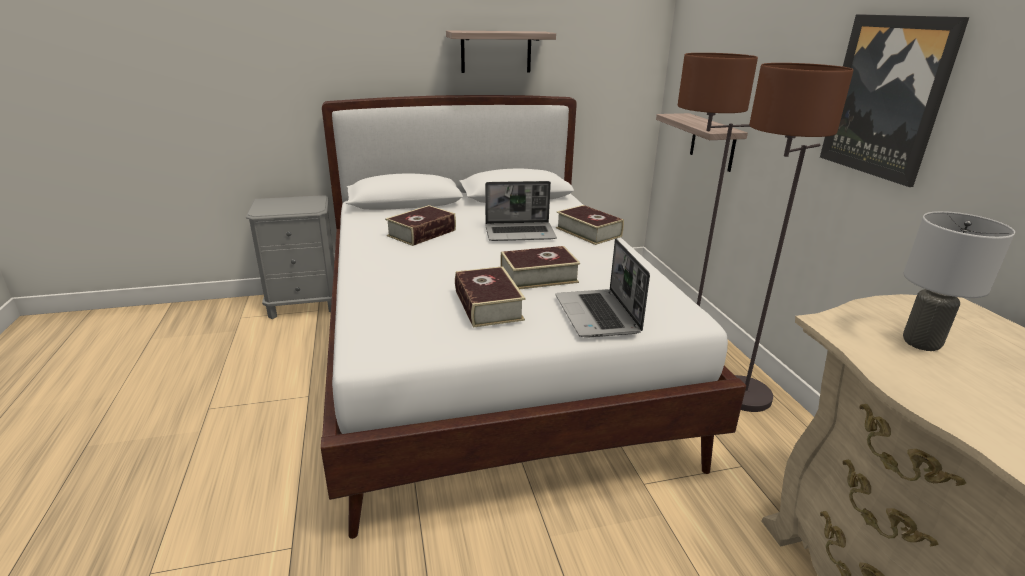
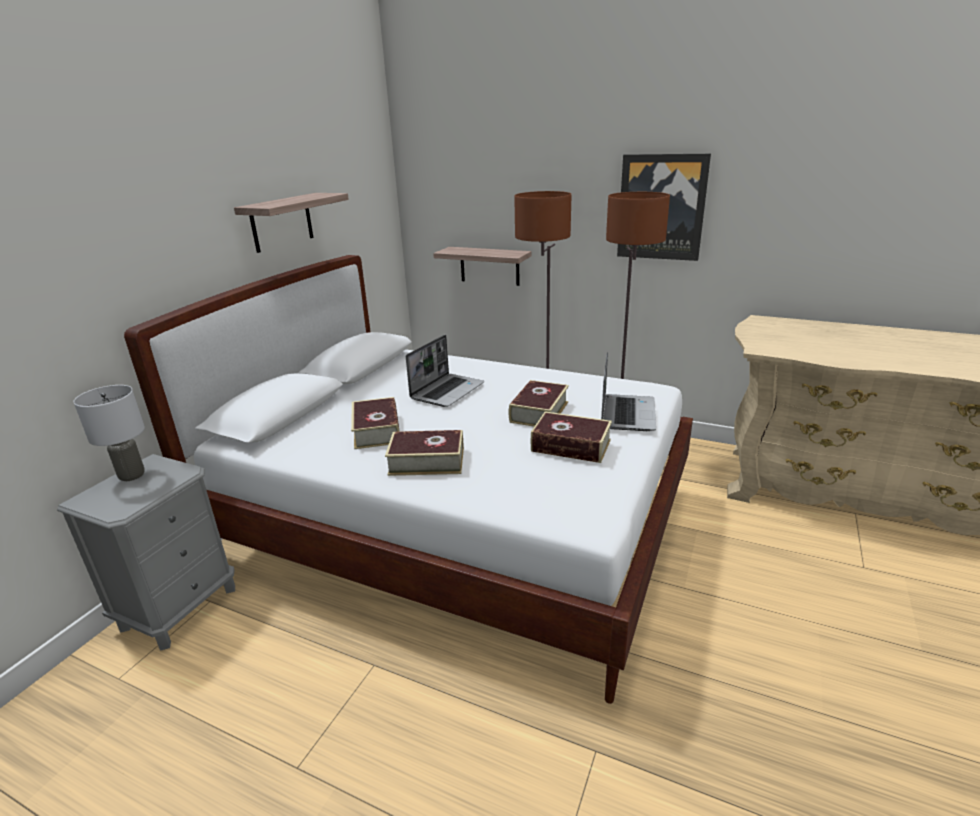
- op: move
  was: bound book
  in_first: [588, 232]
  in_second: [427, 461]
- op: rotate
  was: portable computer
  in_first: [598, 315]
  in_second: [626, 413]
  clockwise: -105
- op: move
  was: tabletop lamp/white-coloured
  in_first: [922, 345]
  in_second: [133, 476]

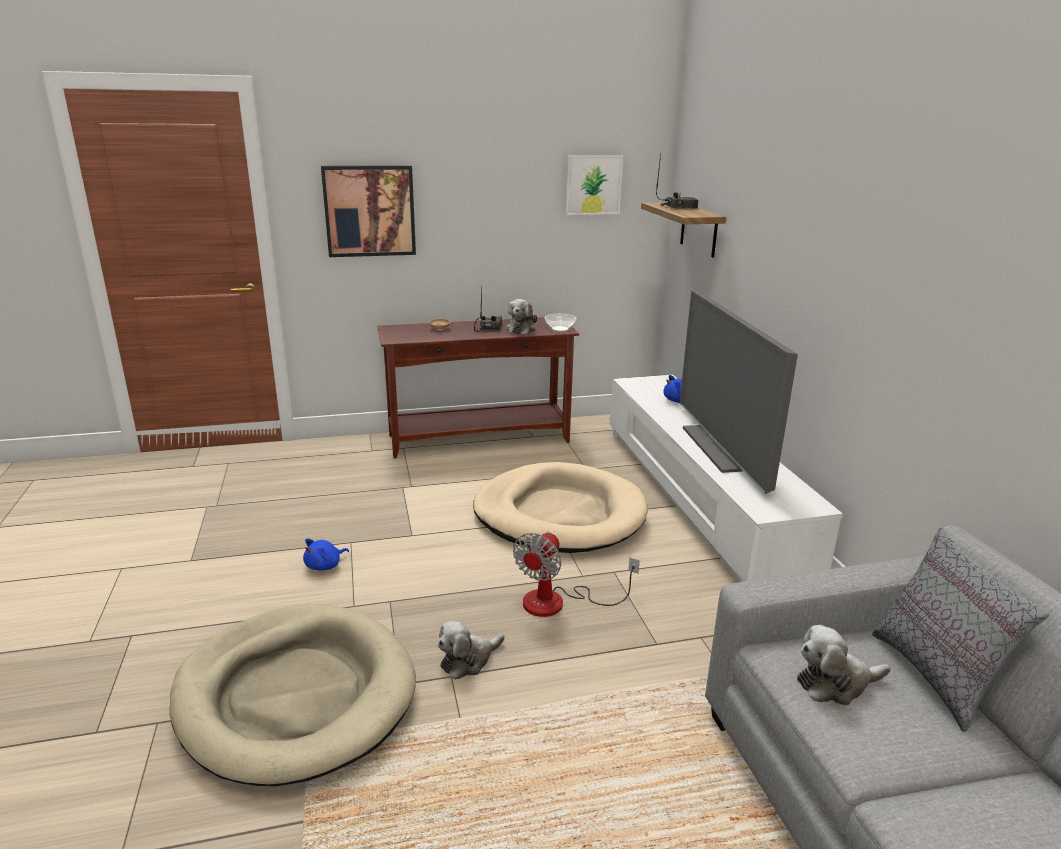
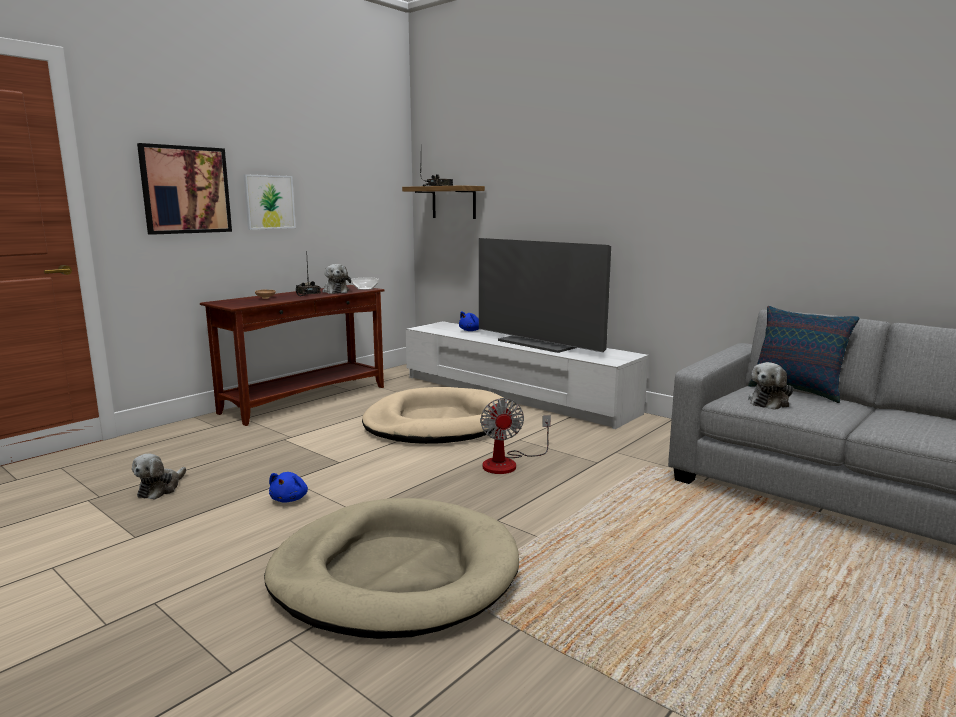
- op: move
  was: plush toy
  in_first: [468, 660]
  in_second: [160, 489]
- op: move
  was: wall art
  in_first: [593, 185]
  in_second: [269, 202]
- op: recolor
  was: throw pillow/gray
  now: throw pillow/bluish
  in_first: [933, 677]
  in_second: [796, 392]

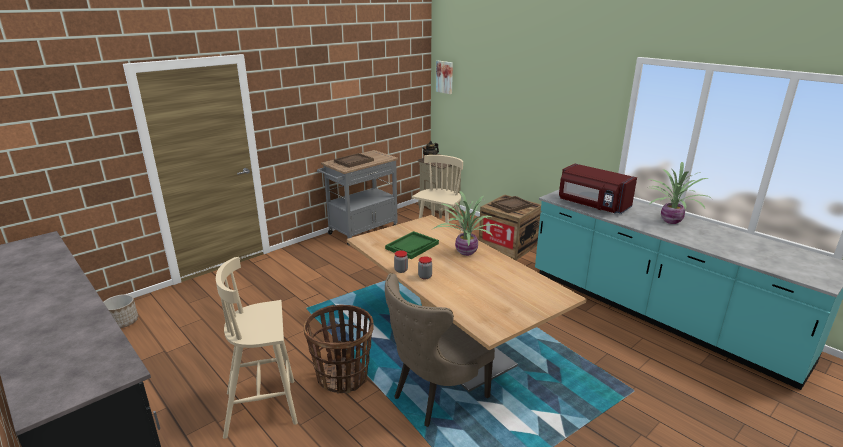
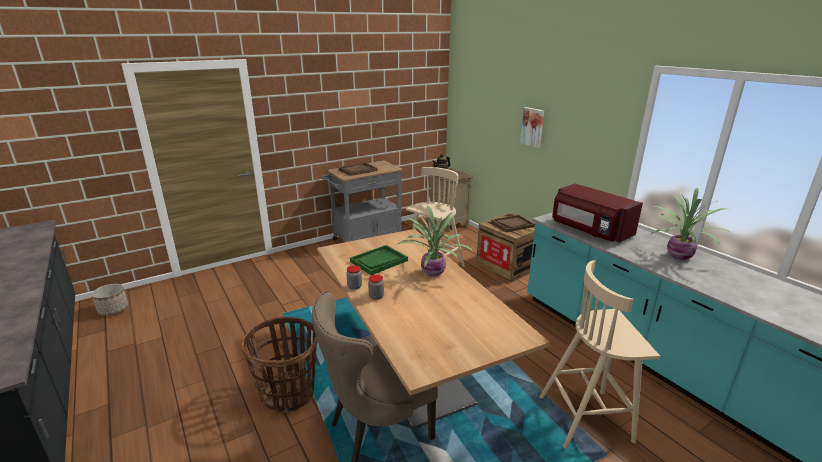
- op: move
  was: sitting stool/beige
  in_first: [264, 406]
  in_second: [588, 418]
- op: move
  was: wall art
  in_first: [445, 77]
  in_second: [533, 127]

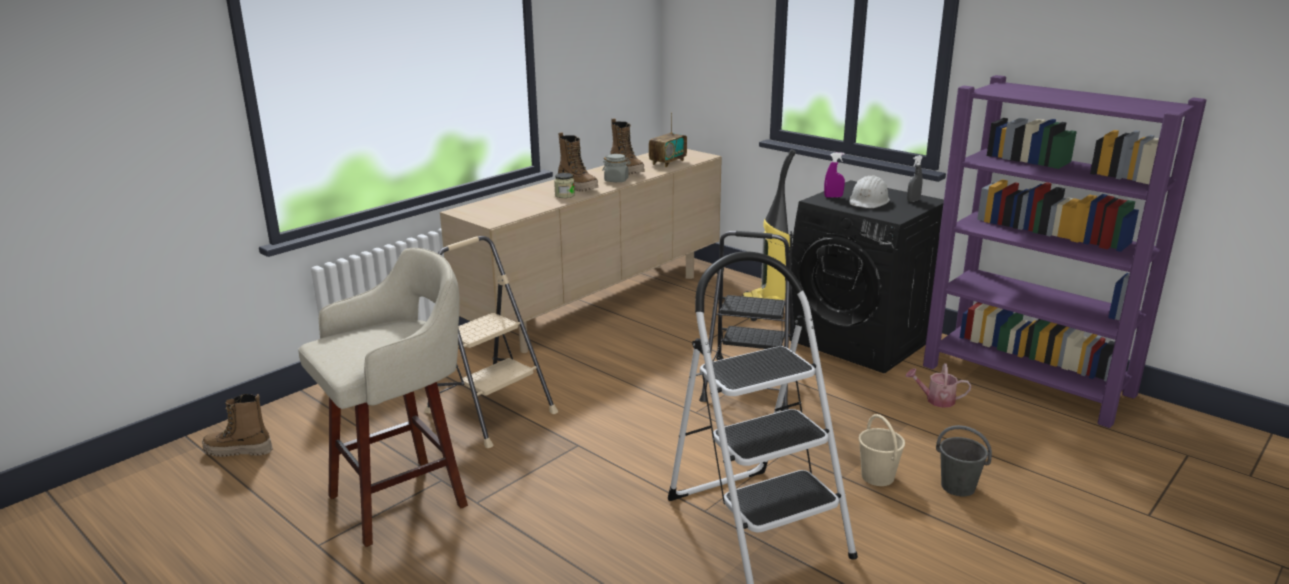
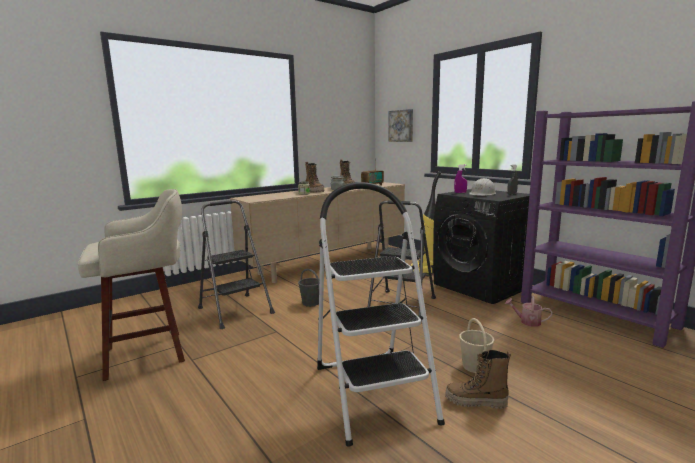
- op: move
  was: boot
  in_first: [238, 451]
  in_second: [476, 402]
- op: recolor
  was: step ladder/beige
  now: step ladder/black-coloured
  in_first: [489, 410]
  in_second: [235, 309]
- op: move
  was: water bucket/gray
  in_first: [957, 486]
  in_second: [310, 303]
- op: insert
  now: wall art
  in_second: [401, 126]

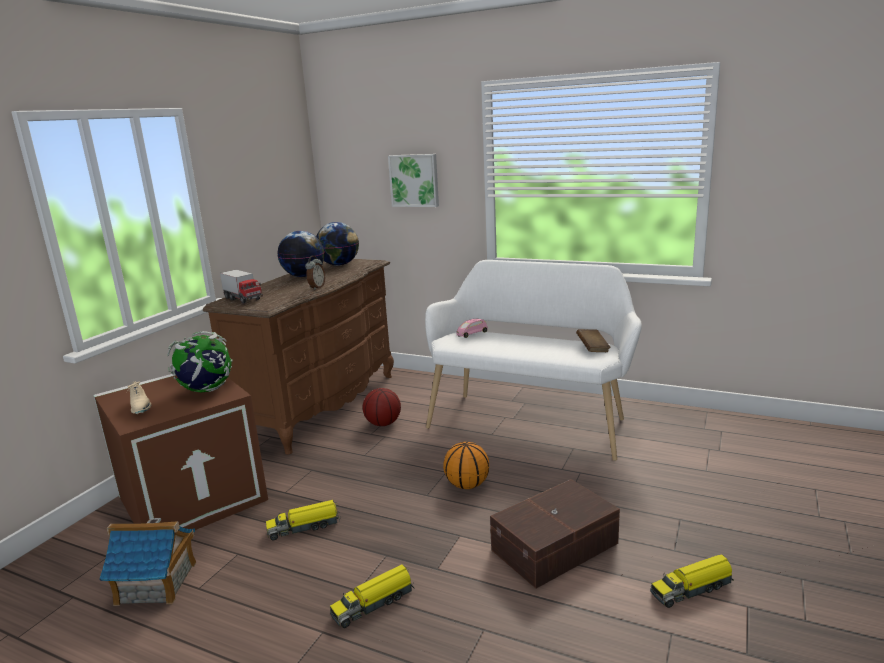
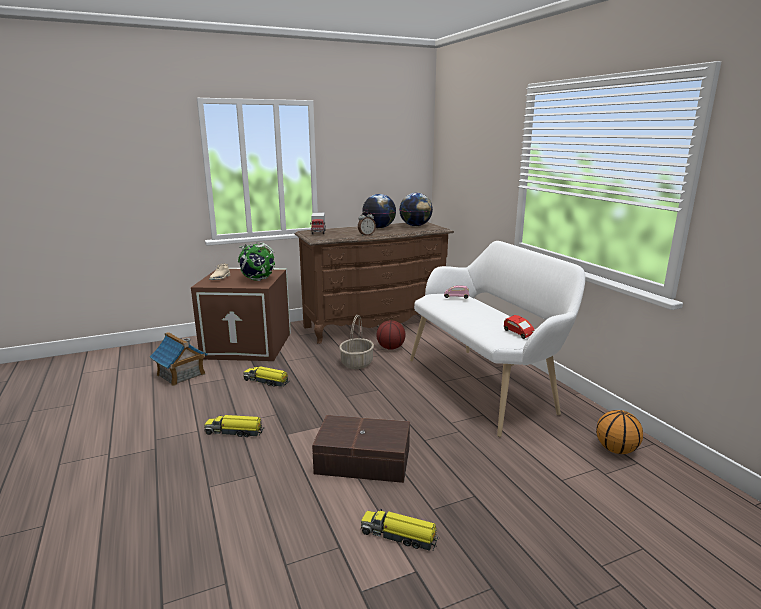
- op: delete
  was: wall art
  in_first: [414, 180]
- op: move
  was: basketball ball
  in_first: [467, 484]
  in_second: [616, 449]
- op: replace
  was: bound book/brown-coloured
  now: miniature car/red-coloured
  in_first: [592, 349]
  in_second: [518, 333]
- op: insert
  now: basket
  in_second: [356, 363]

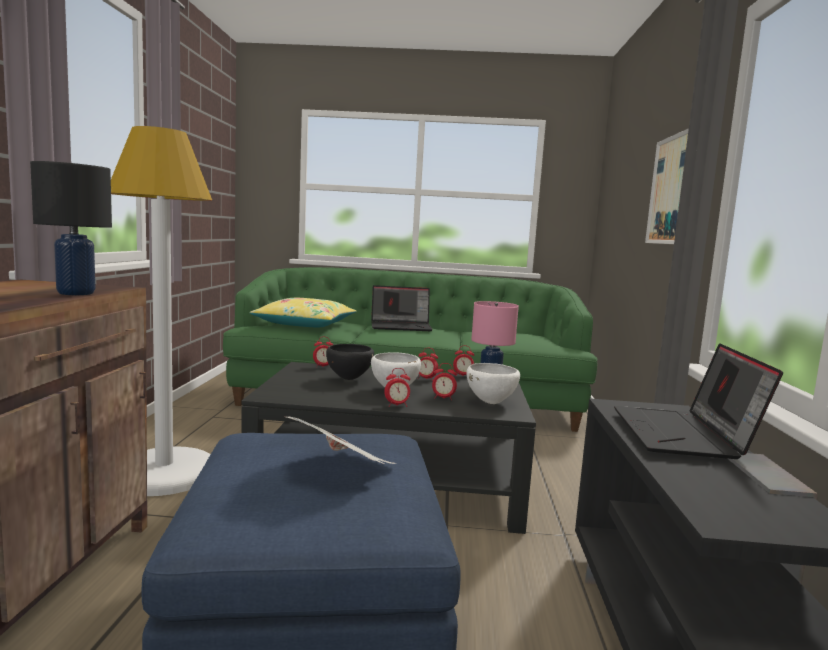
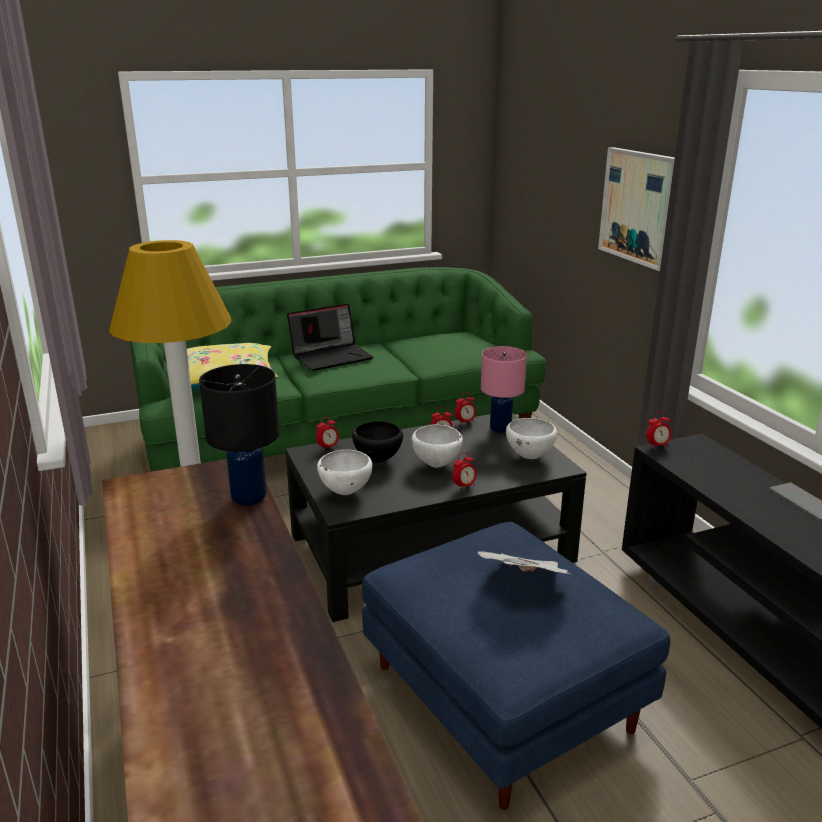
- op: move
  was: table clock
  in_first: [443, 398]
  in_second: [657, 446]
- op: delete
  was: portable computer
  in_first: [684, 435]
- op: insert
  now: bowl/white-coloured
  in_second: [345, 493]

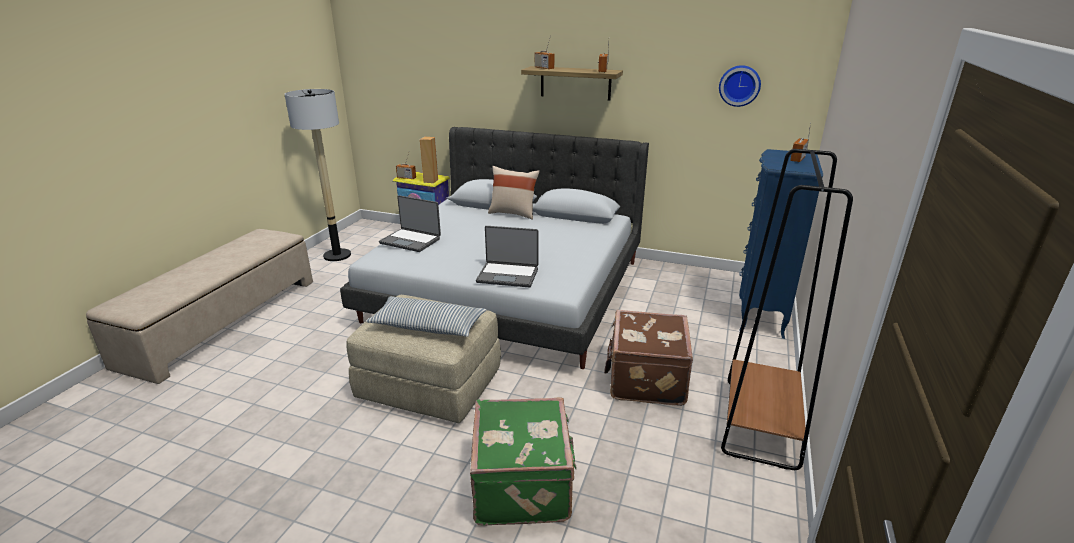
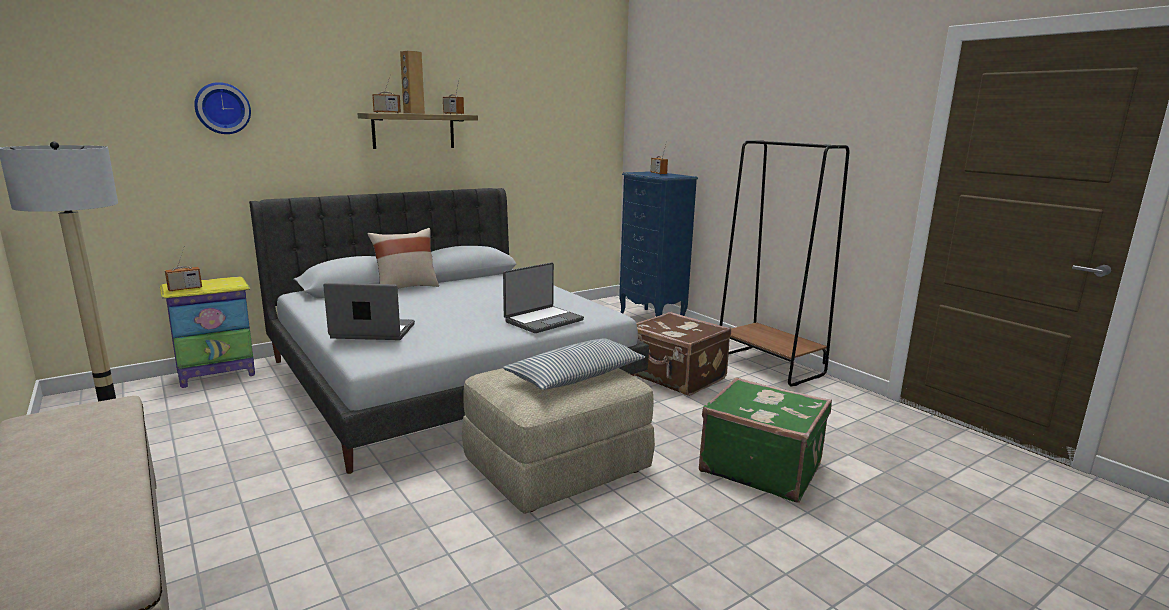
- op: rotate
  was: portable computer
  in_first: [411, 241]
  in_second: [372, 332]
  clockwise: -150
- op: move
  was: speaker/brown-coloured
  in_first: [430, 181]
  in_second: [413, 113]
- op: move
  was: clock on the wall
  in_first: [739, 85]
  in_second: [222, 108]

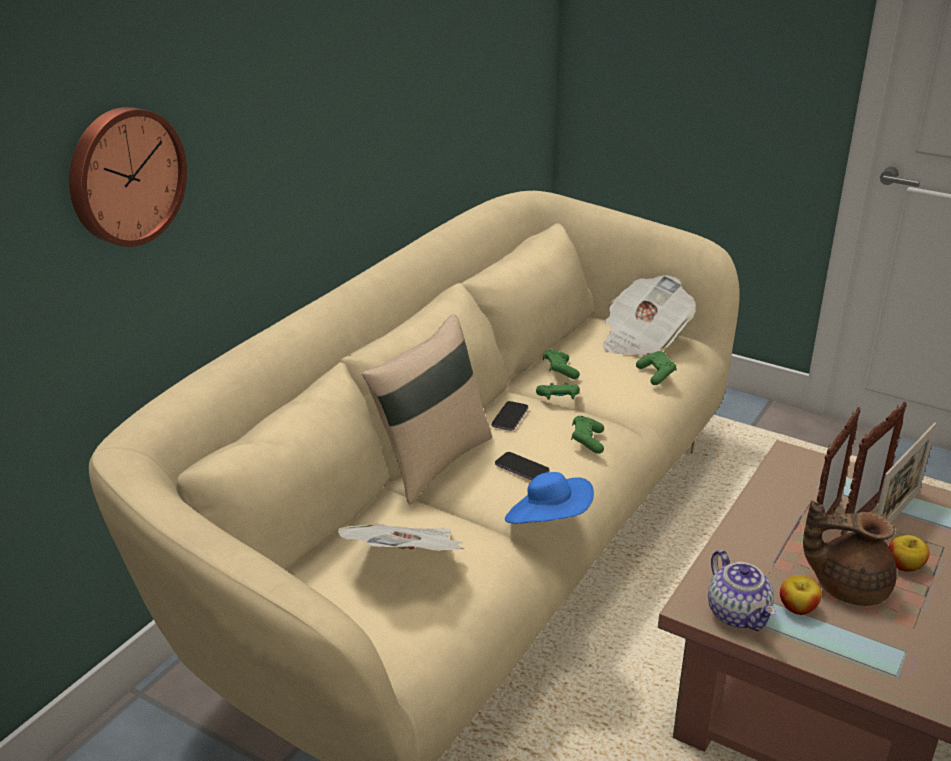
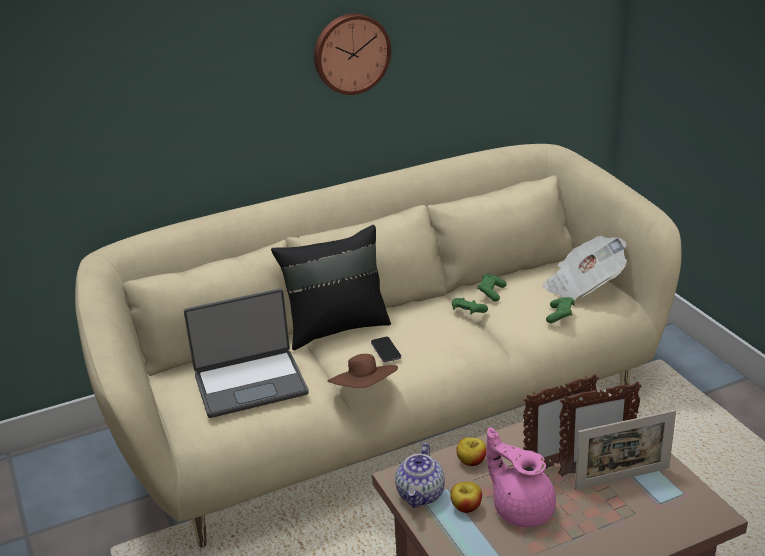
- op: move
  was: clock on the wall
  in_first: [124, 176]
  in_second: [351, 53]
- op: replace
  was: daily paper
  now: portable computer
  in_first: [407, 563]
  in_second: [250, 383]
- op: recolor
  was: throw pillow/beige
  now: throw pillow/black-coloured
  in_first: [431, 461]
  in_second: [336, 328]
- op: delete
  was: handset
  in_first: [510, 417]
- op: recolor
  was: hat/bluish
  now: hat/brown-coloured
  in_first: [548, 521]
  in_second: [365, 390]
- op: delete
  was: joypad/green-coloured
  in_first: [587, 441]
- op: recolor
  was: teapot/brown-coloured
  now: teapot/pinkish
  in_first: [847, 586]
  in_second: [521, 508]
- op: move
  was: apple fruit
  in_first: [904, 566]
  in_second: [471, 461]

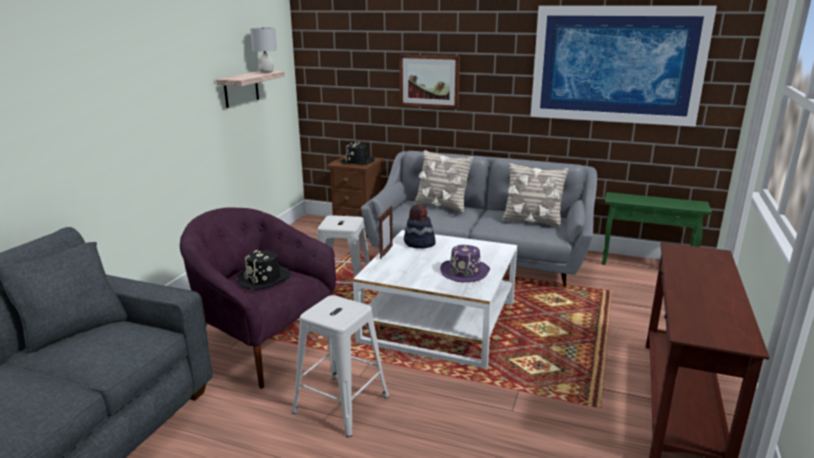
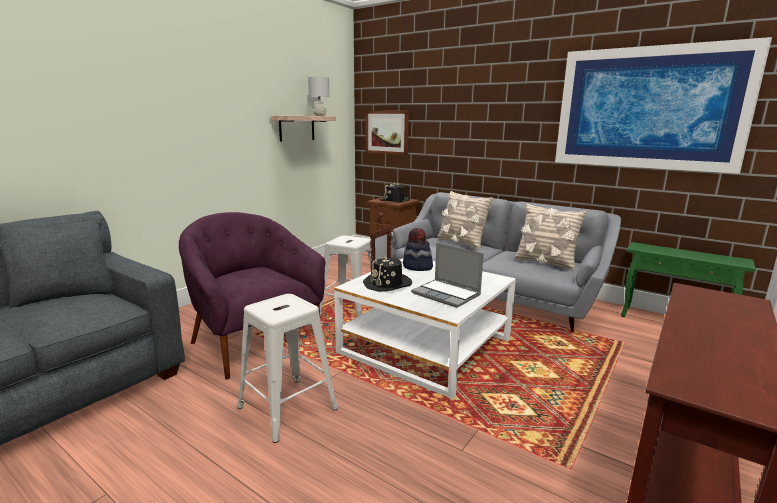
- op: move
  was: hat/black-coloured
  in_first: [264, 278]
  in_second: [388, 284]
- op: move
  was: wall art
  in_first: [429, 81]
  in_second: [387, 132]
- op: replace
  was: hat/purple-coloured
  now: portable computer
  in_first: [465, 272]
  in_second: [447, 294]

